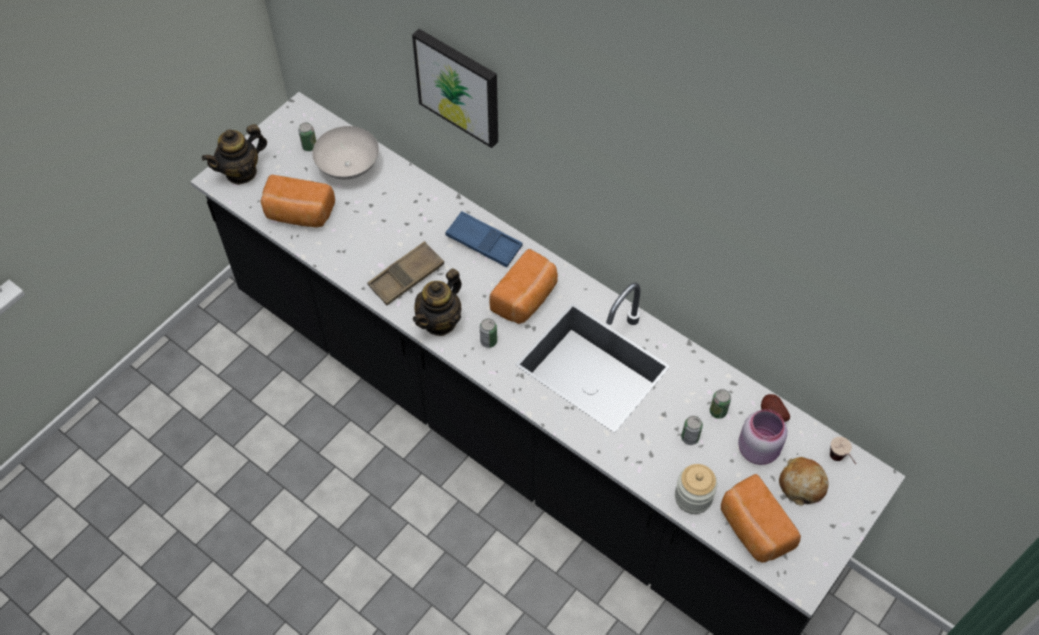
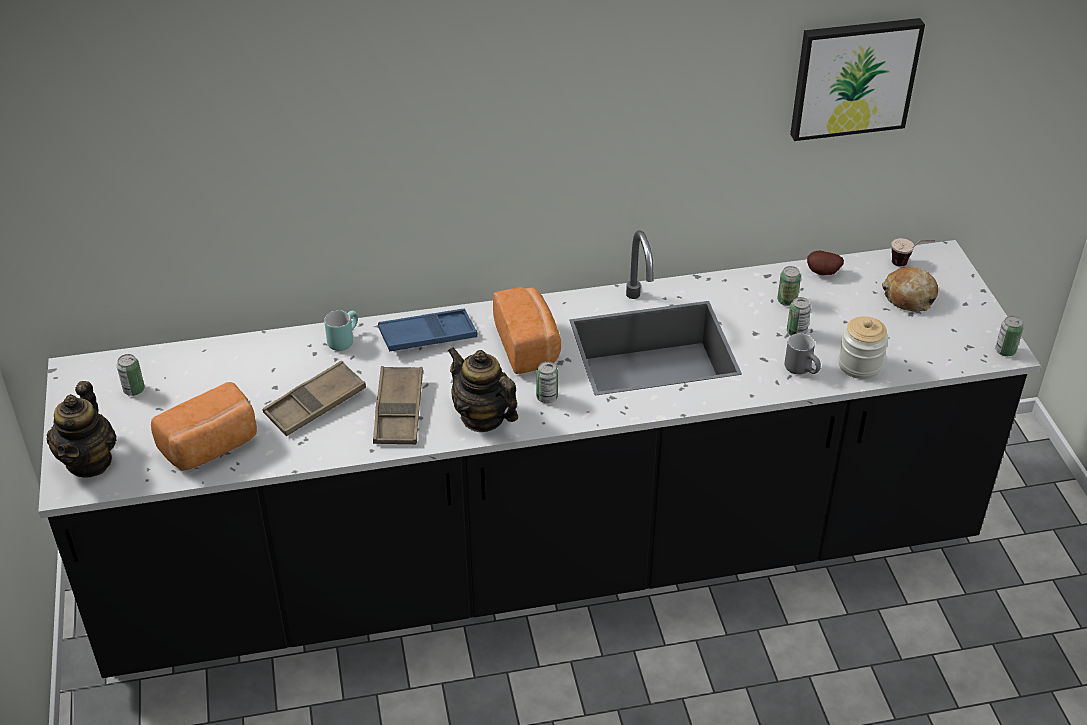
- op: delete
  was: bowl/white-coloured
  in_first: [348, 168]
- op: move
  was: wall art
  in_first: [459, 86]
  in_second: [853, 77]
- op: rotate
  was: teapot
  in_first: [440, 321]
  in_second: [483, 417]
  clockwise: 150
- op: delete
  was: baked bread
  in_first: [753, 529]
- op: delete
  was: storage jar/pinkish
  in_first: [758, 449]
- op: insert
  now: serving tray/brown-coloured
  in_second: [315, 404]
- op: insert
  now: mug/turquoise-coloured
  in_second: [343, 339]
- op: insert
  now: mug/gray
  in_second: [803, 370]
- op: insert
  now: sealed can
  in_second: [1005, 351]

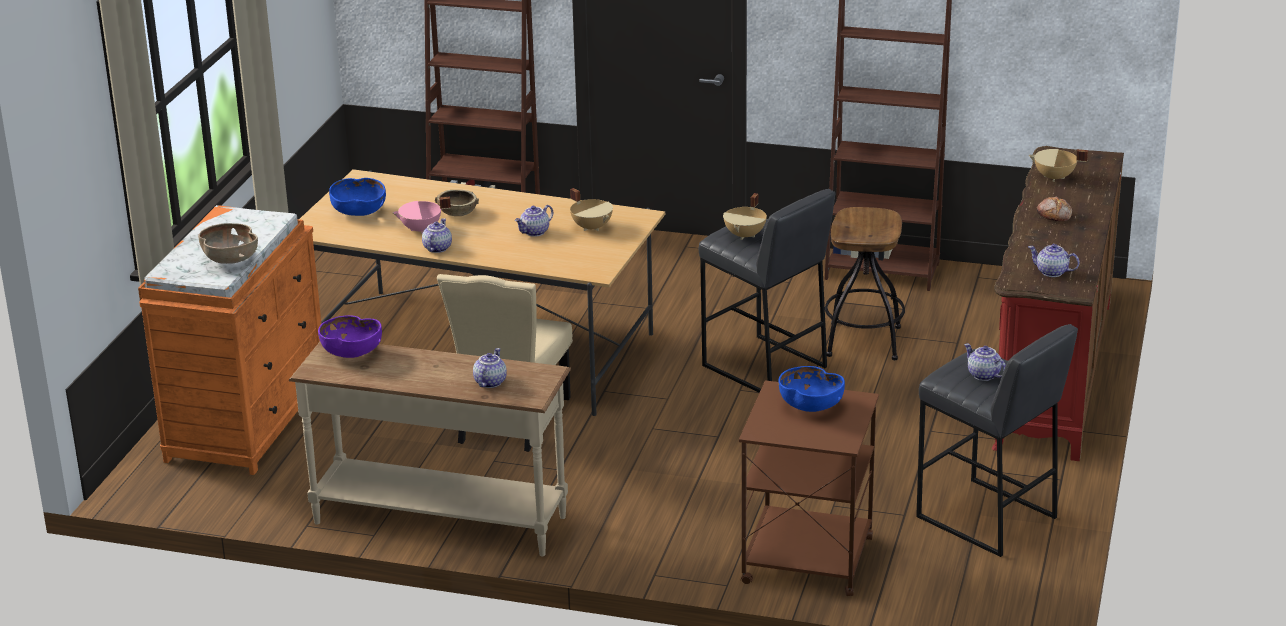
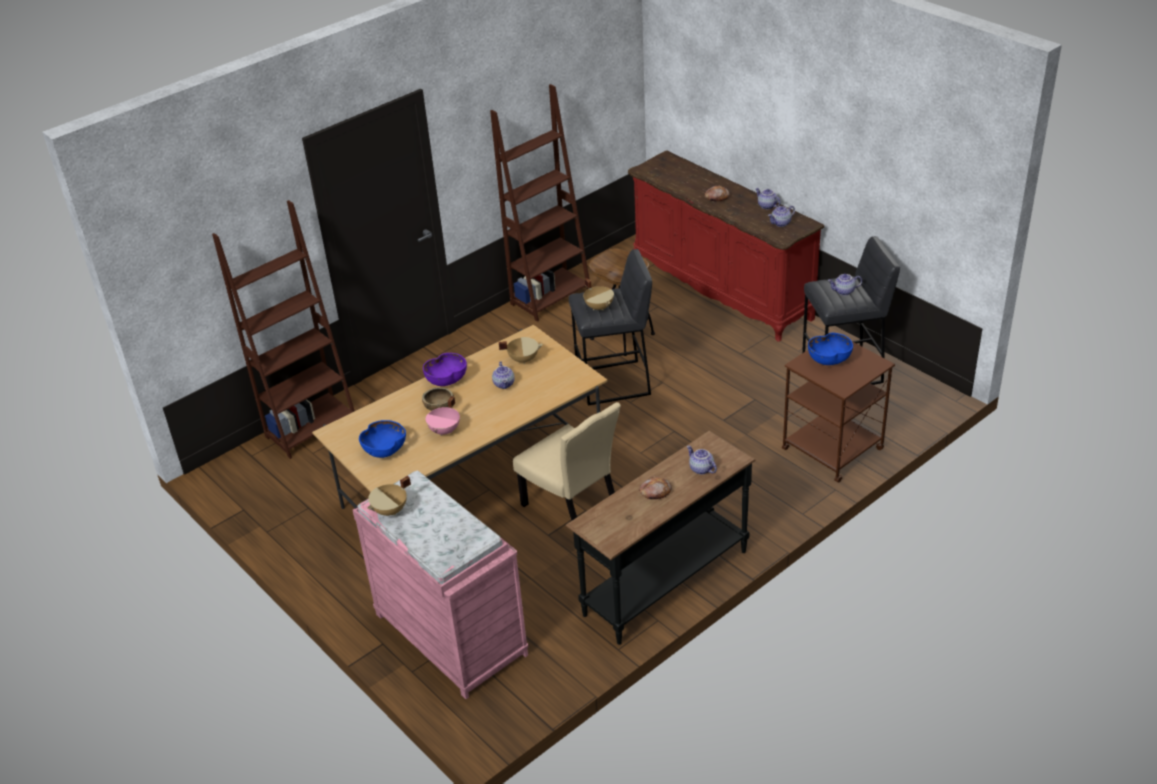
- op: recolor
  was: drawer chest/orange-coloured
  now: drawer chest/pinkish
  in_first: [248, 420]
  in_second: [450, 634]
- op: delete
  was: bowl/brown-coloured
  in_first: [230, 260]
- op: recolor
  was: narrow table/beige
  now: narrow table/black-coloured
  in_first: [440, 518]
  in_second: [664, 581]
- op: move
  was: bowl/purple-coloured
  in_first: [351, 353]
  in_second: [447, 380]
- op: move
  was: teapot
  in_first: [437, 248]
  in_second: [766, 206]
- op: move
  was: saucepot/beige
  in_first: [1054, 178]
  in_second: [390, 511]
- op: insert
  now: baked bread
  in_second: [655, 491]

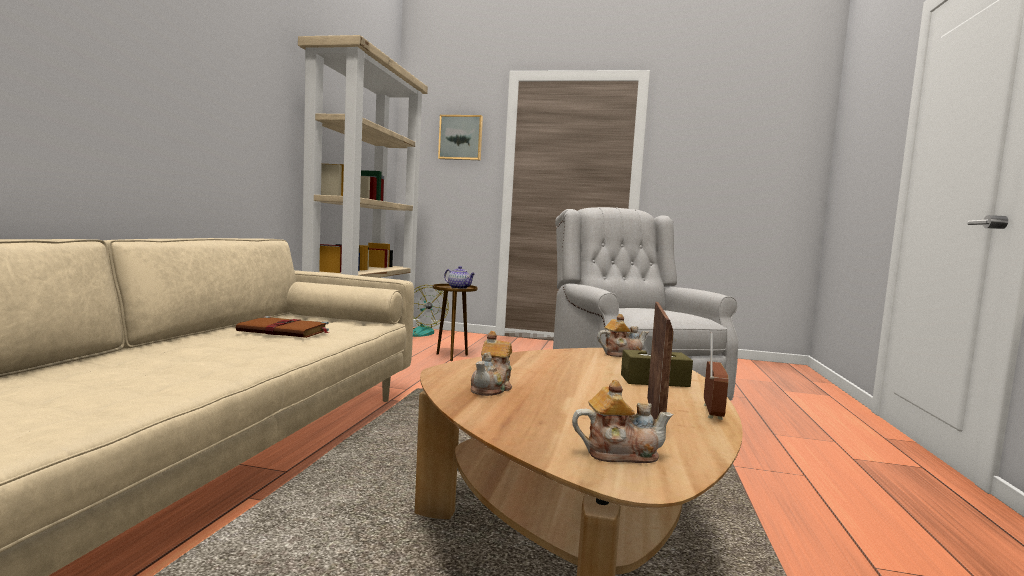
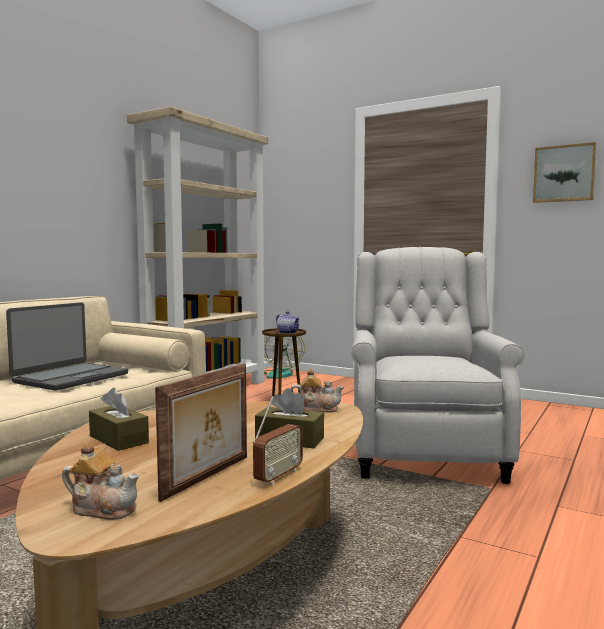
- op: replace
  was: bound book/brown-coloured
  now: portable computer
  in_first: [285, 331]
  in_second: [70, 378]
- op: move
  was: wall art
  in_first: [461, 138]
  in_second: [564, 173]
- op: replace
  was: teapot
  now: box of tissues/brown-coloured
  in_first: [492, 388]
  in_second: [118, 439]

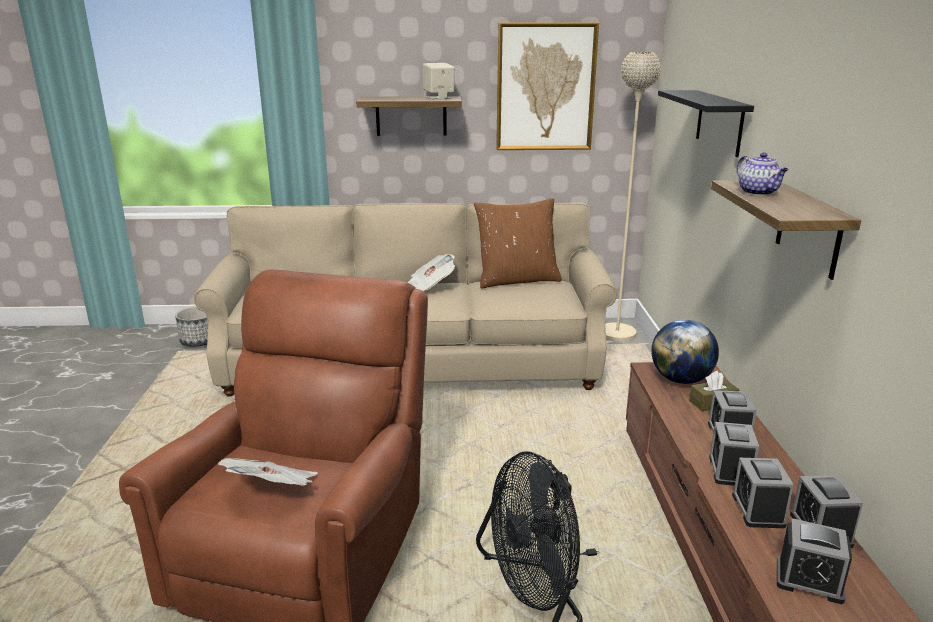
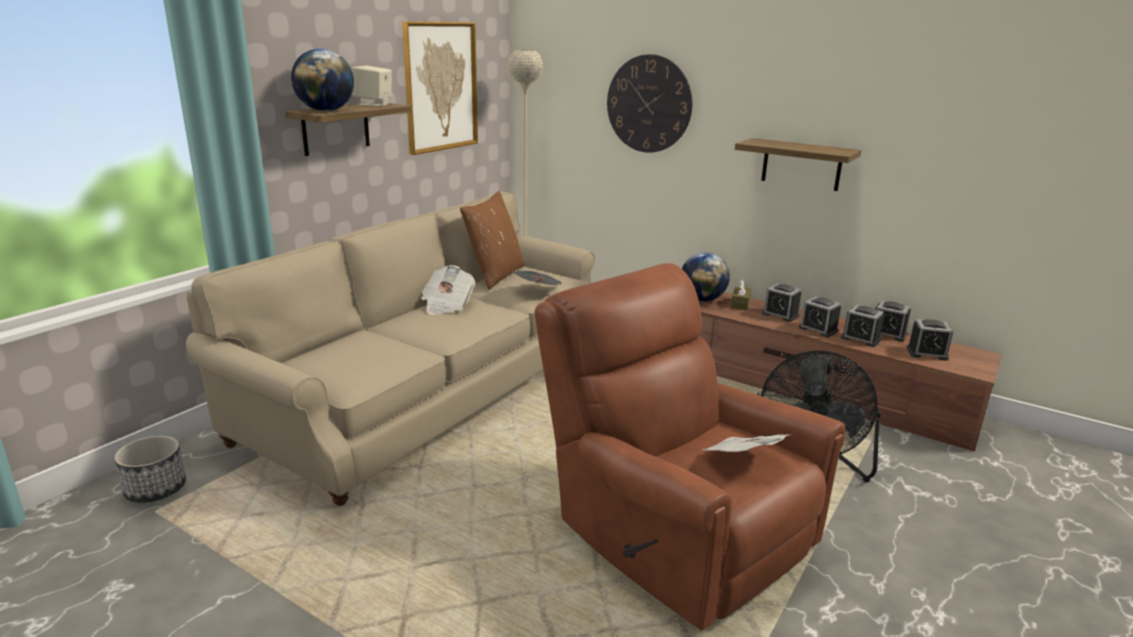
- op: replace
  was: wall shelf/black-coloured
  now: clock on the wall
  in_first: [719, 122]
  in_second: [649, 104]
- op: delete
  was: teapot
  in_first: [759, 192]
- op: rotate
  was: table clock
  in_first: [809, 581]
  in_second: [927, 353]
  clockwise: 45
- op: insert
  now: desk globe
  in_second: [326, 111]
- op: insert
  now: daily paper
  in_second: [538, 292]

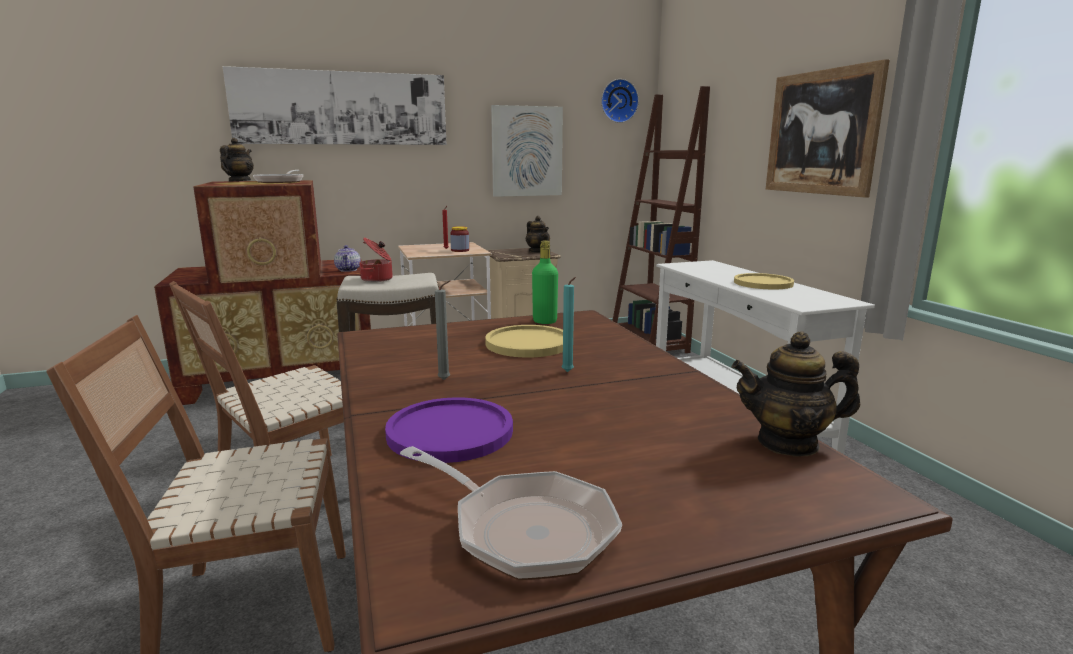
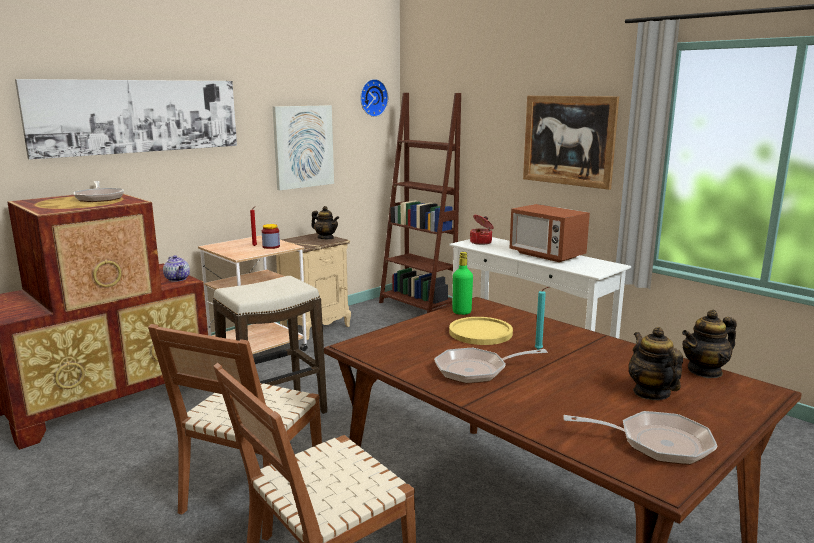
- op: move
  was: teapot
  in_first: [239, 181]
  in_second: [651, 393]
- op: move
  was: saucepot
  in_first: [377, 279]
  in_second: [481, 242]
- op: delete
  was: flat dish/purple-coloured
  in_first: [450, 432]
- op: replace
  was: wax light/gray
  now: frying pan
  in_first: [446, 380]
  in_second: [476, 370]
- op: replace
  was: flat dish/yellow
  now: kitchen microwave
  in_first: [763, 283]
  in_second: [546, 255]

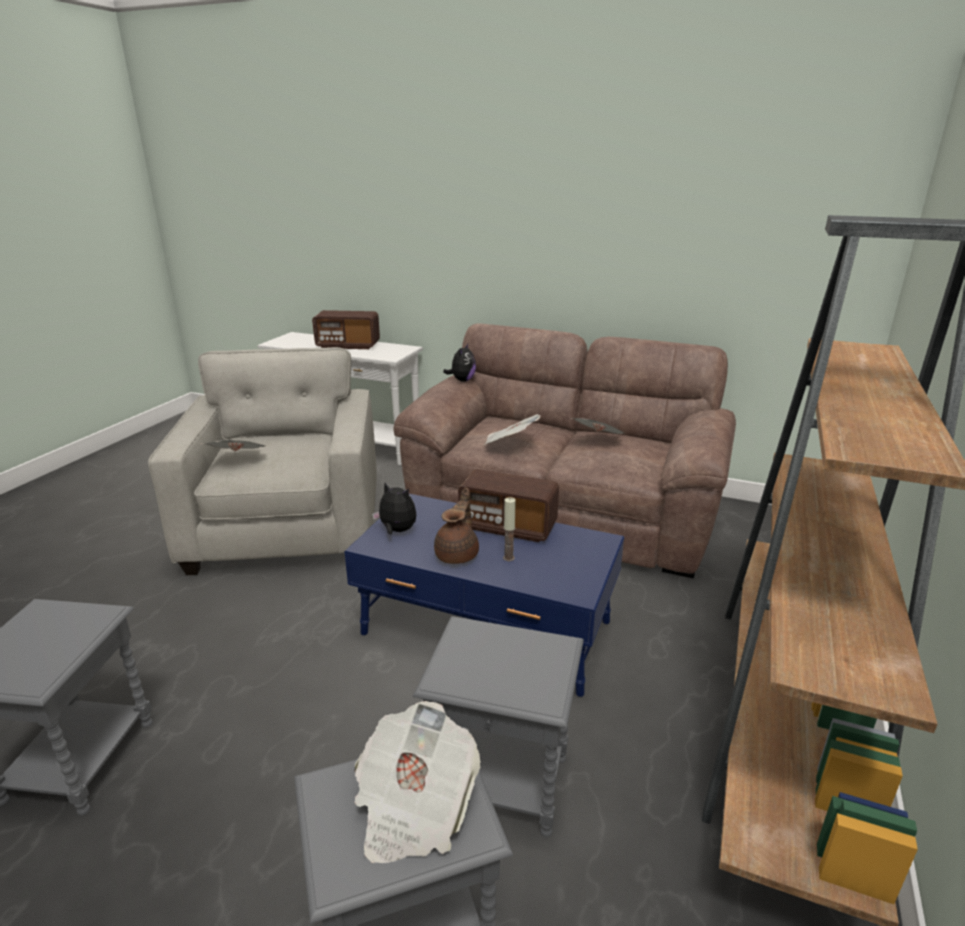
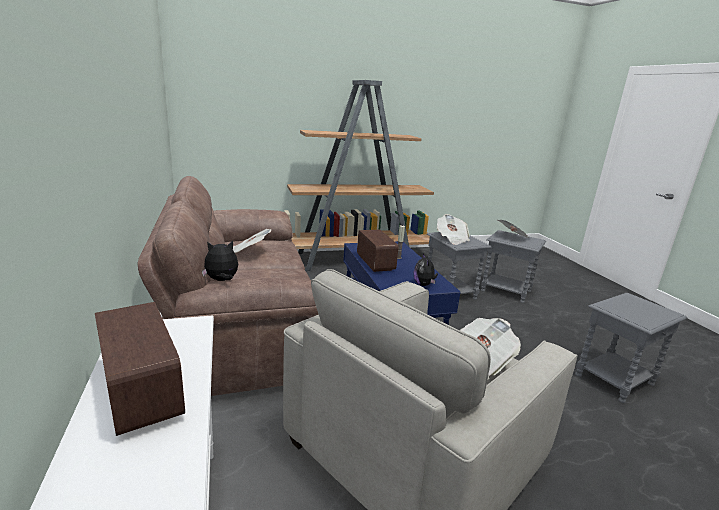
- op: delete
  was: teapot/brown-coloured
  in_first: [458, 554]
- op: move
  was: daily paper
  in_first: [510, 443]
  in_second: [452, 239]

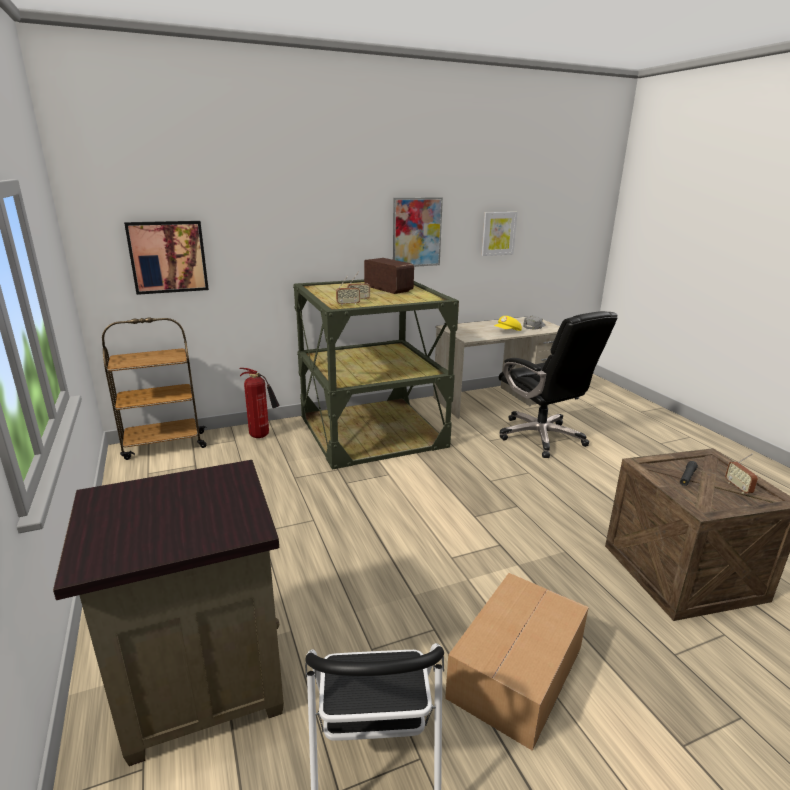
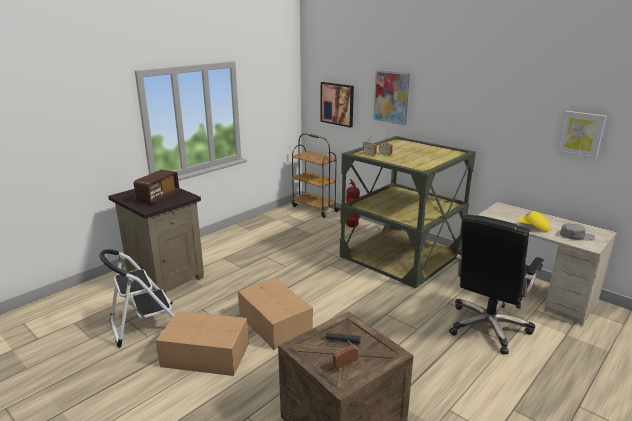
- op: move
  was: radio receiver
  in_first: [388, 289]
  in_second: [158, 197]
- op: move
  was: wall art
  in_first: [416, 232]
  in_second: [391, 97]
- op: insert
  now: cardboard box
  in_second: [275, 322]

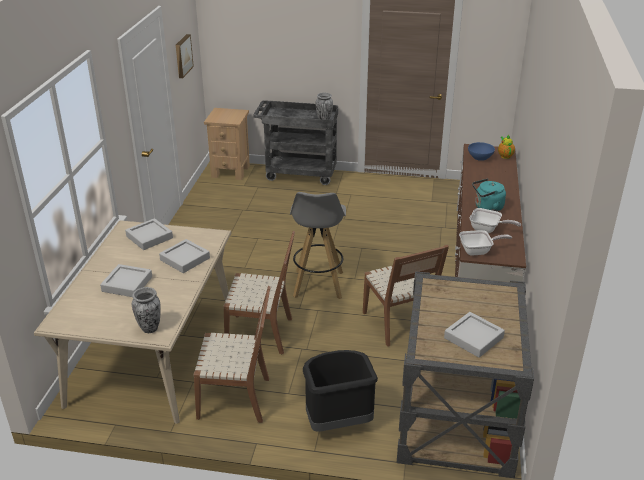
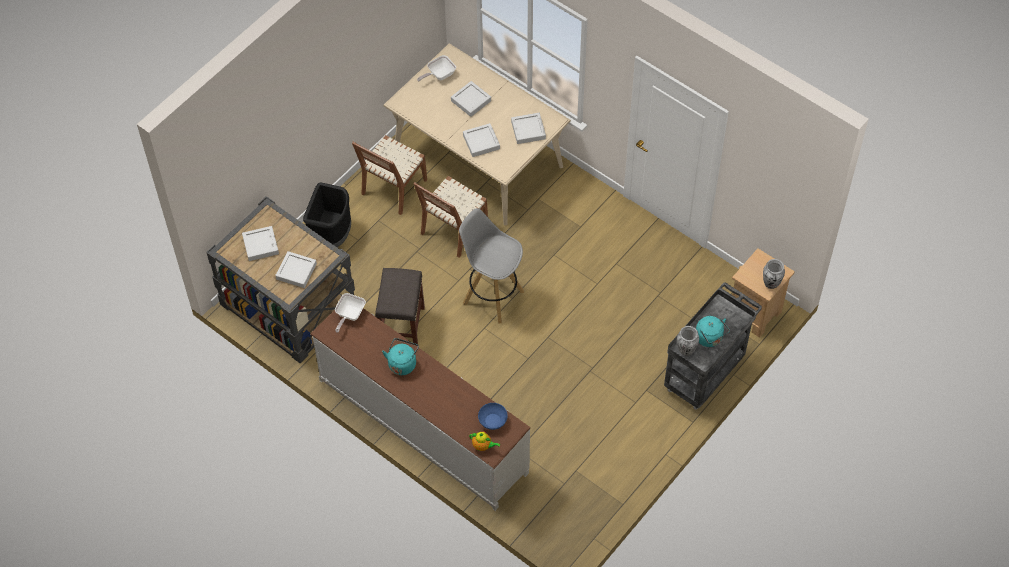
- op: move
  was: decorative vase
  in_first: [150, 328]
  in_second: [771, 284]
- op: delete
  was: wall art
  in_first: [182, 56]
- op: replace
  was: chair
  now: sitting stool/gray
  in_first: [399, 325]
  in_second: [401, 326]
- op: move
  was: frying pan
  in_first: [487, 229]
  in_second: [439, 75]
- op: insert
  now: serving tray/gray
  in_second: [296, 271]
- op: insert
  now: kettle/turquoise-coloured
  in_second: [710, 338]

